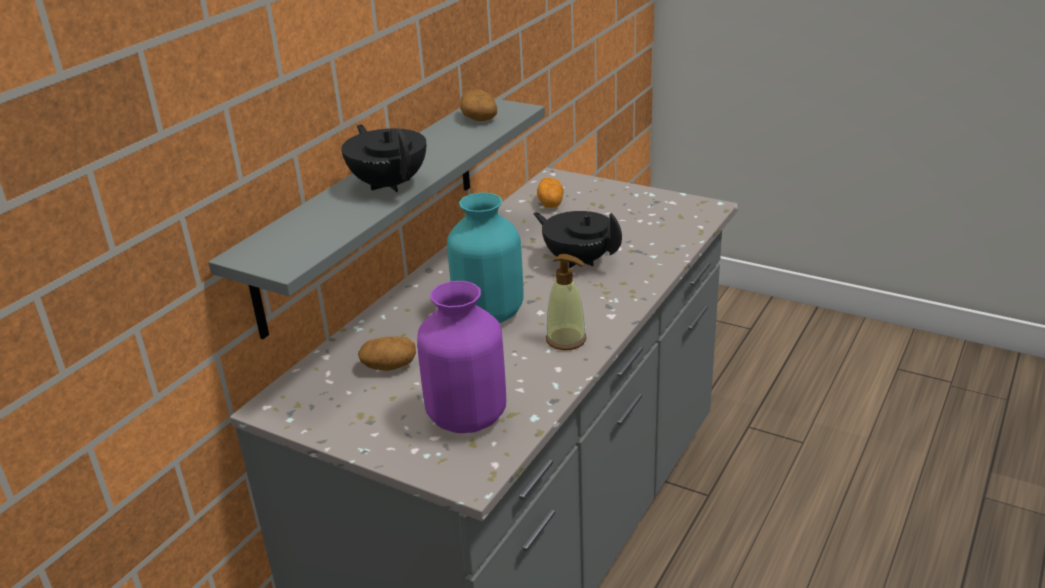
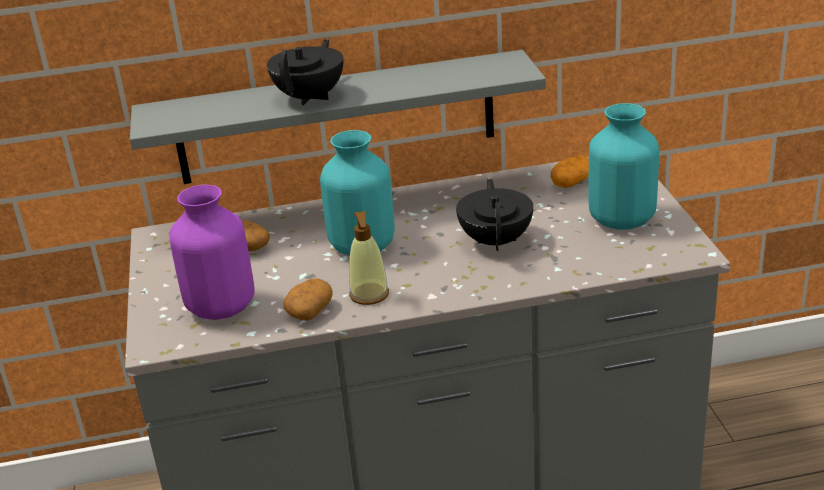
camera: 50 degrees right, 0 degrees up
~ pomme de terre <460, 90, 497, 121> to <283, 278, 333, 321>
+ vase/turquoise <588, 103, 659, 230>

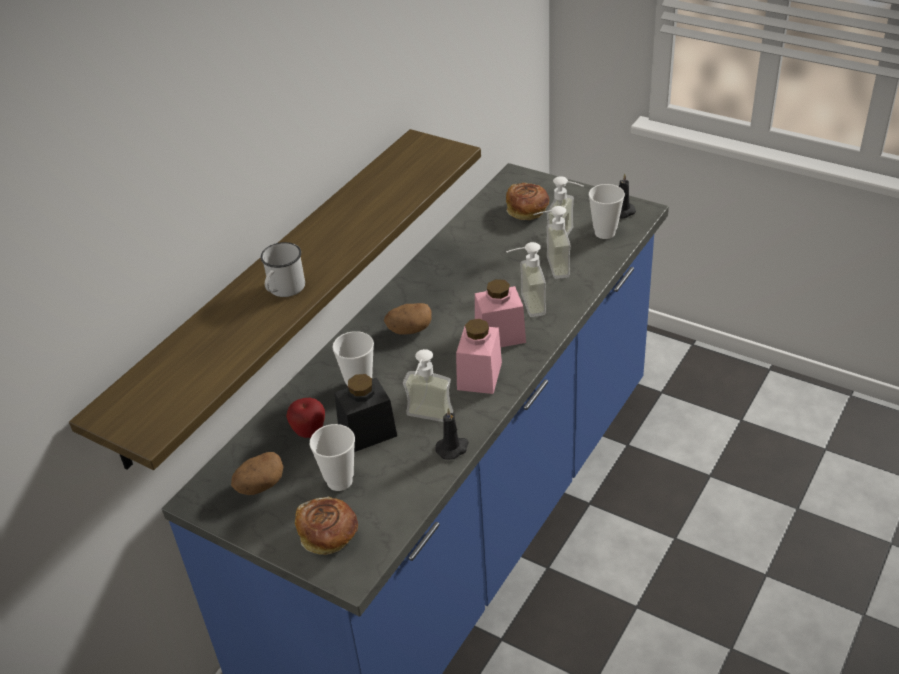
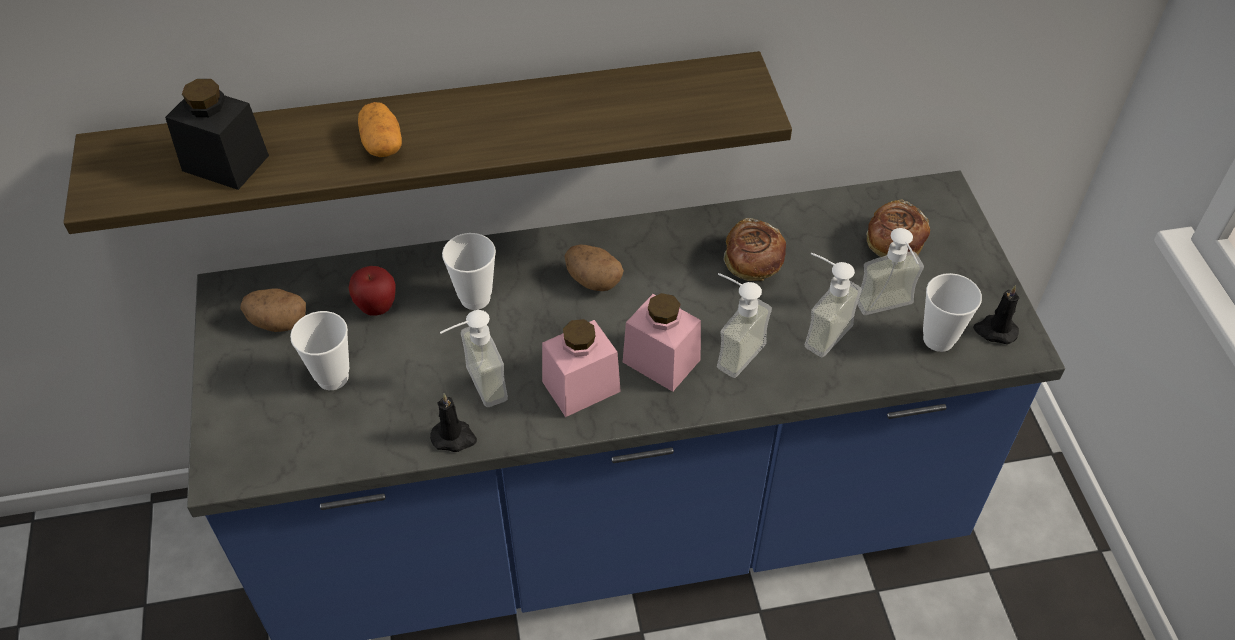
camera: 45 degrees right, 10 degrees up
~ mug/blanc <261, 242, 305, 297> to pomme de terre <358, 102, 402, 157>
~ bocal/noir <334, 374, 397, 452> to <165, 79, 269, 190>
~ pain <295, 497, 358, 555> to <723, 218, 786, 281>

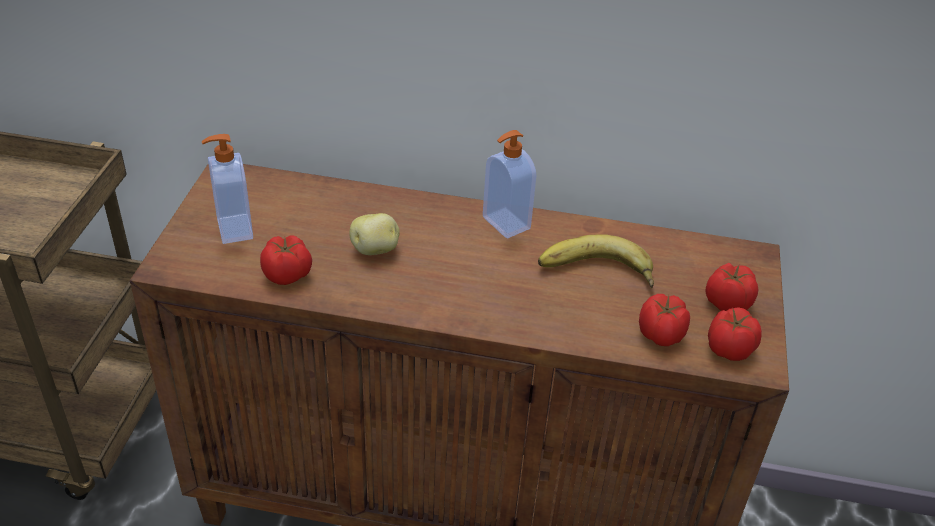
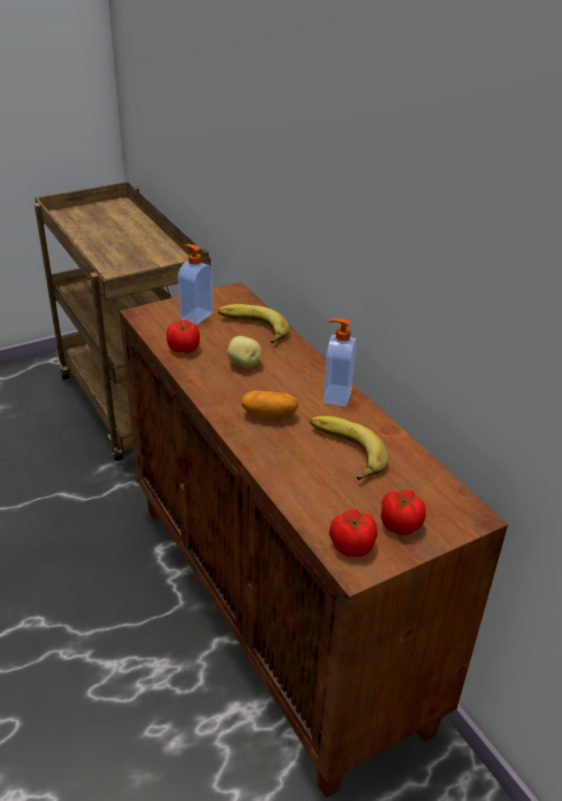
camera: 50 degrees right, 5 degrees down
- tomate <639, 294, 690, 346>
+ banane <218, 304, 289, 344>
+ pomme de terre <242, 391, 298, 419>

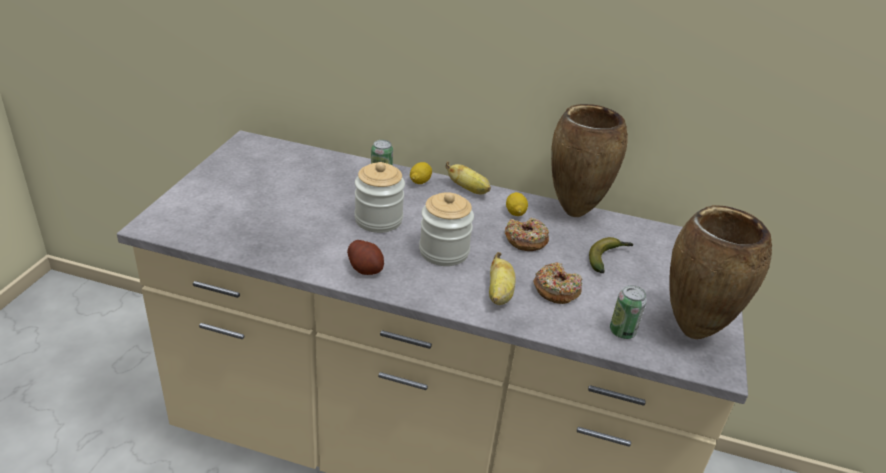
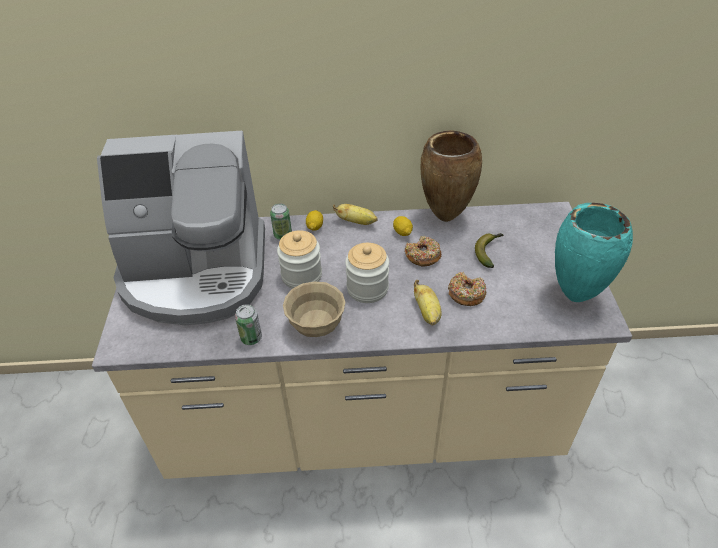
camera: 15 degrees left, 10 degrees up
~ vase/marron <669, 205, 772, 339> to vase/turquoise <555, 203, 633, 302>
~ pomme de terre <347, 240, 384, 275> to bol/beige <283, 282, 345, 337>
~ boîte métallique <610, 285, 647, 339> to <235, 304, 262, 345>
+ machine à café <97, 131, 265, 325>

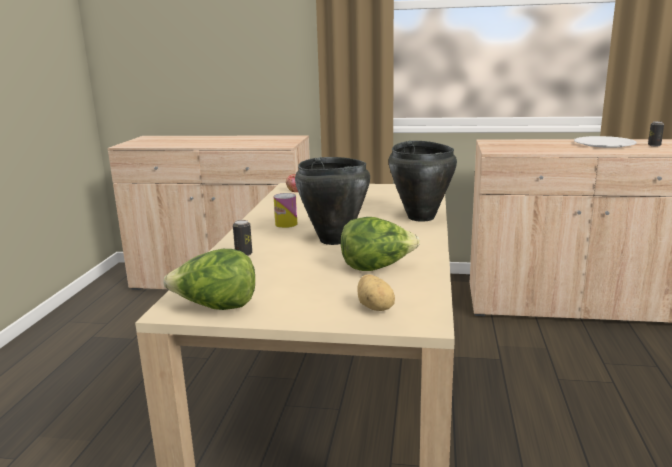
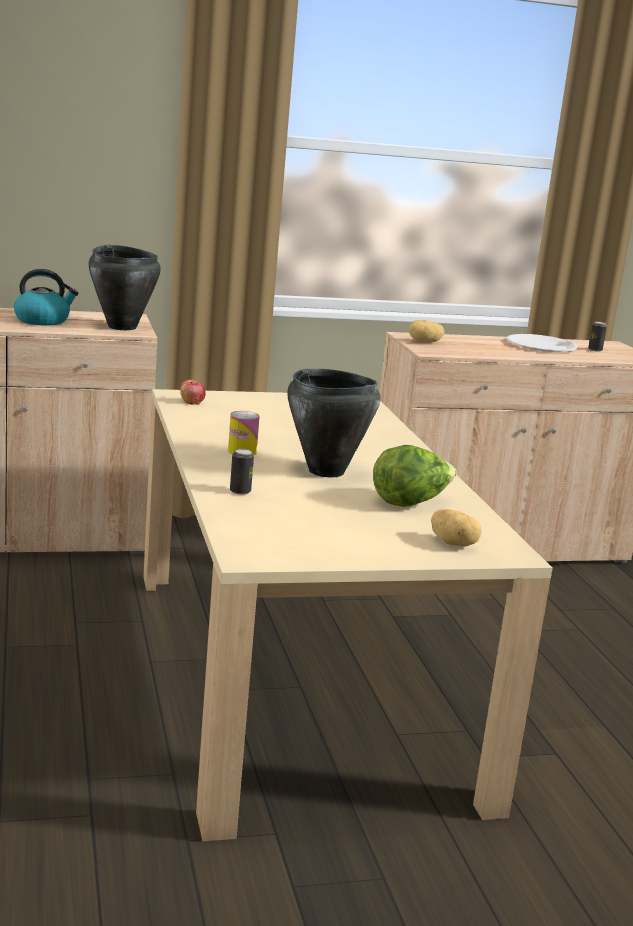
camera: 25 degrees left, 0 degrees up
~ marmite/noir <388, 141, 457, 222> to <88, 245, 161, 330>
- laitue <164, 249, 255, 310>
+ bouilloire <14, 269, 79, 325>
+ pomme de terre <409, 320, 445, 343>

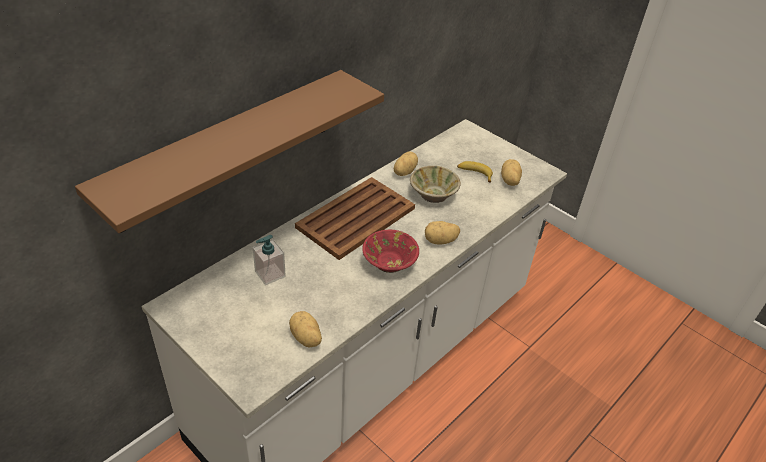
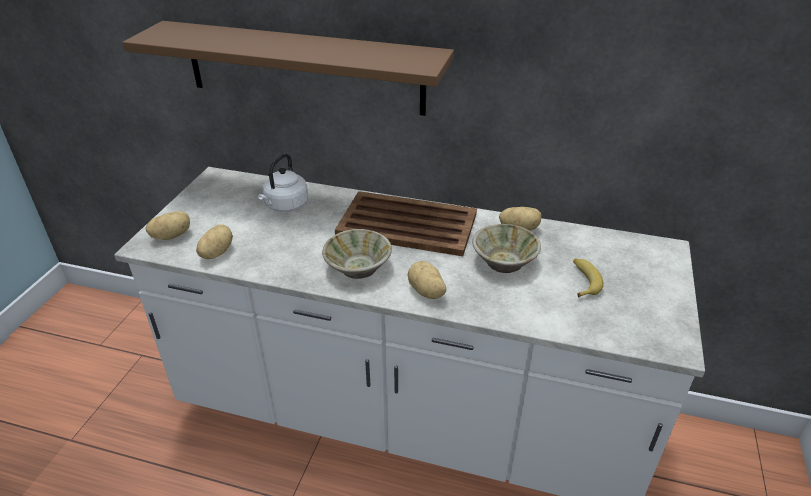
camera: 65 degrees right, 5 degrees down
~ pomme de terre <501, 159, 522, 186> to <146, 211, 190, 240>
~ bol/rouge <362, 230, 419, 273> to bol/beige <322, 229, 392, 279>
~ distributeur de savon <253, 235, 286, 285> to bouilloire/blanc <258, 153, 308, 212>

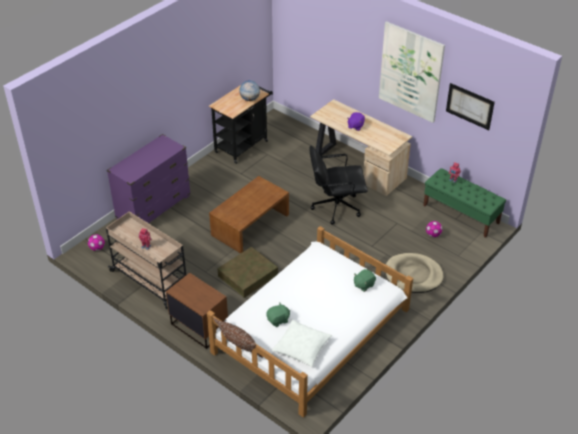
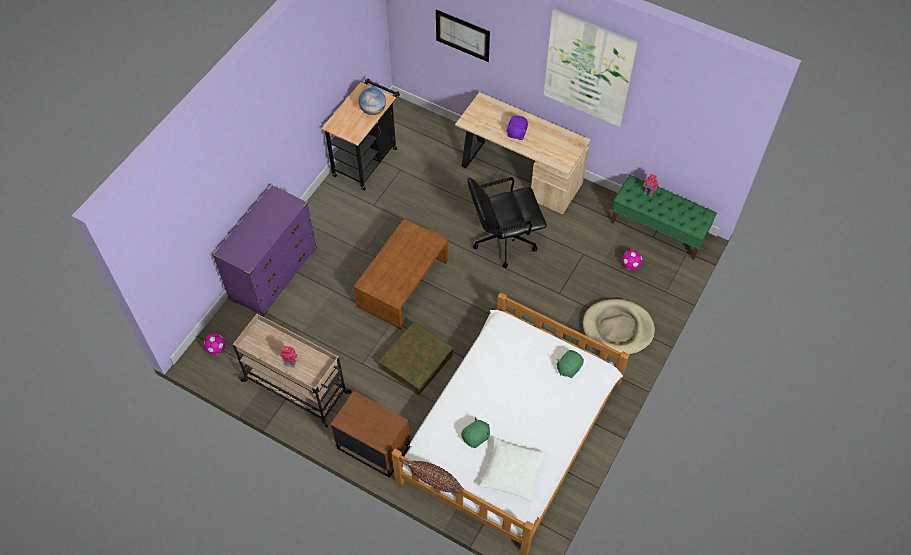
camera: 10 degrees left, 15 degrees up
~ tableau <446, 83, 495, 130> to <436, 10, 490, 62>

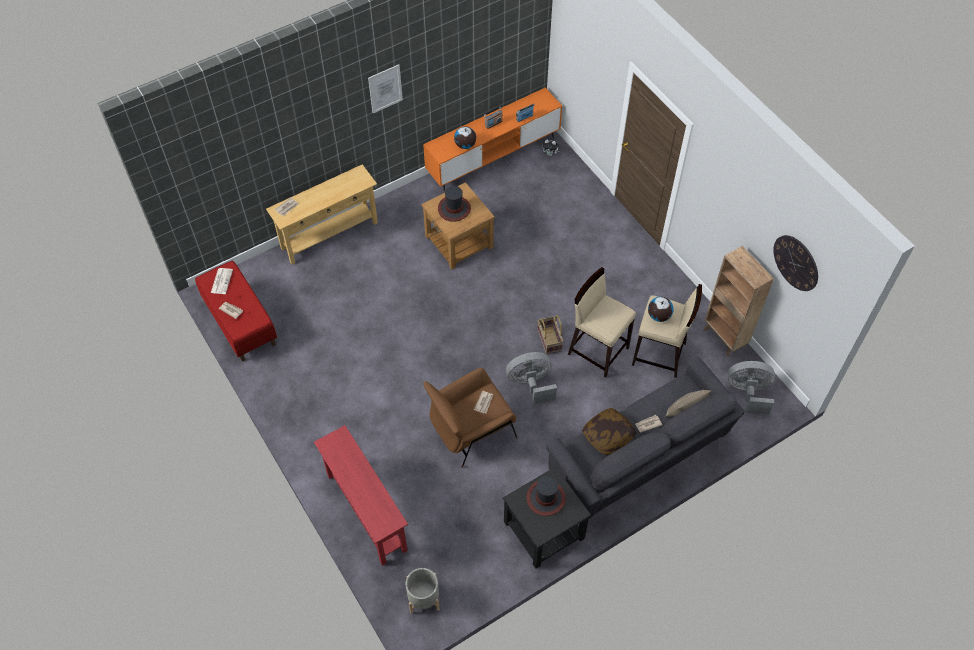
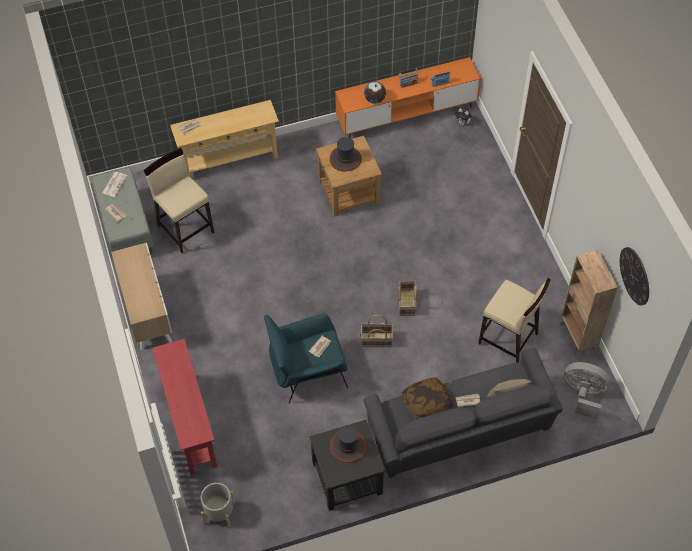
camera: 15 degrees right, 0 degrees up
- tableau <368, 64, 403, 113>
~ banc/rouge <195, 261, 277, 361> to banc/gris <92, 167, 153, 254>
~ tabouret/beige <568, 267, 636, 378> to <144, 148, 214, 253>
- globe <648, 297, 674, 322>
~ ventilateur/gris <506, 352, 557, 404> to panier <361, 315, 393, 347>
~ fauteuil/marron <423, 368, 517, 468> to fauteuil/bleu <264, 314, 348, 403>
+ meuble de rangement <111, 243, 172, 351>

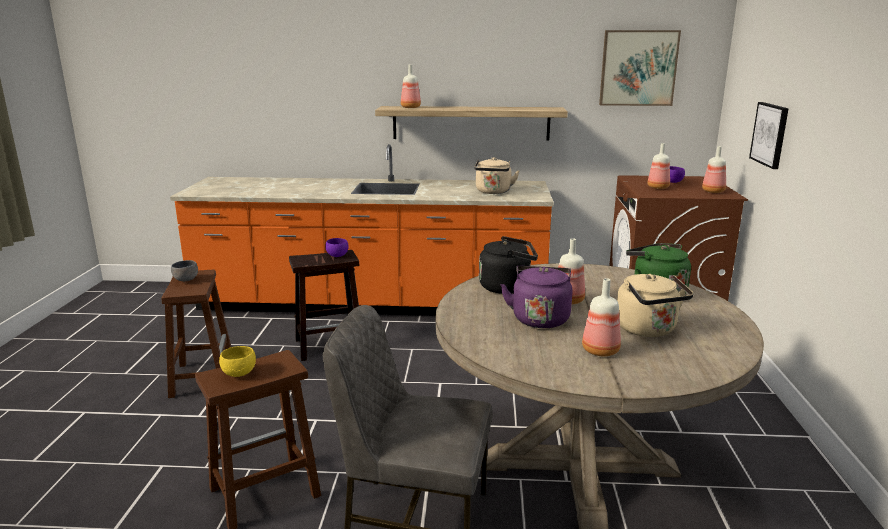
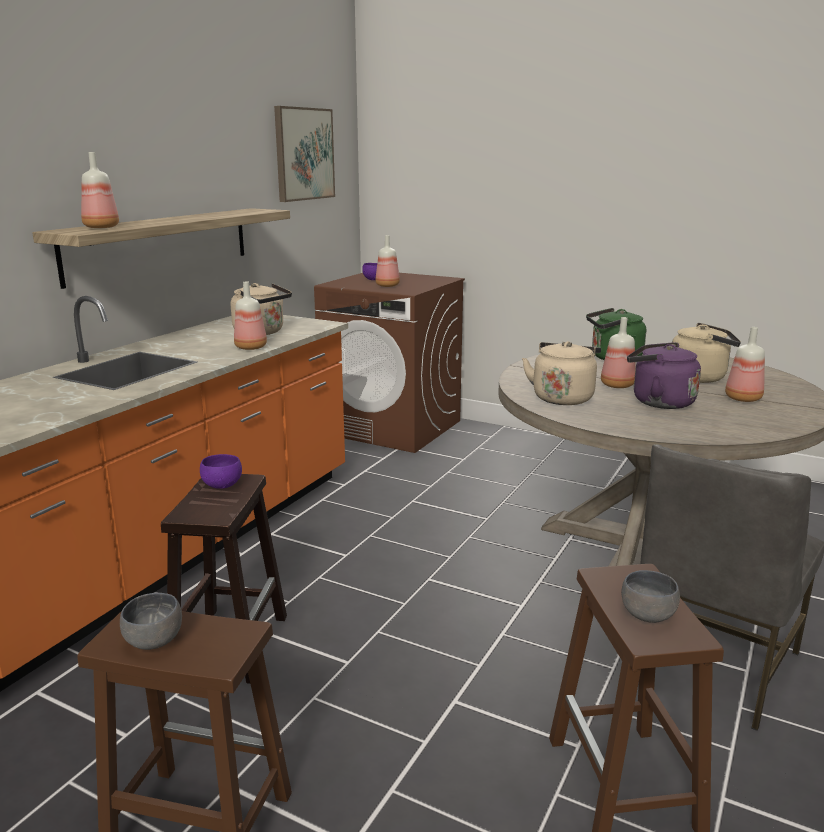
camera: 65 degrees left, 0 degrees up
- tableau <749, 102, 789, 169>
~ bouteille <702, 146, 726, 193> to <234, 281, 267, 350>
~ bouilloire/noir <479, 236, 538, 294> to bouilloire/beige <522, 341, 601, 405>
~ bol/jaune <219, 346, 256, 377> to bol/gris <621, 570, 680, 623>

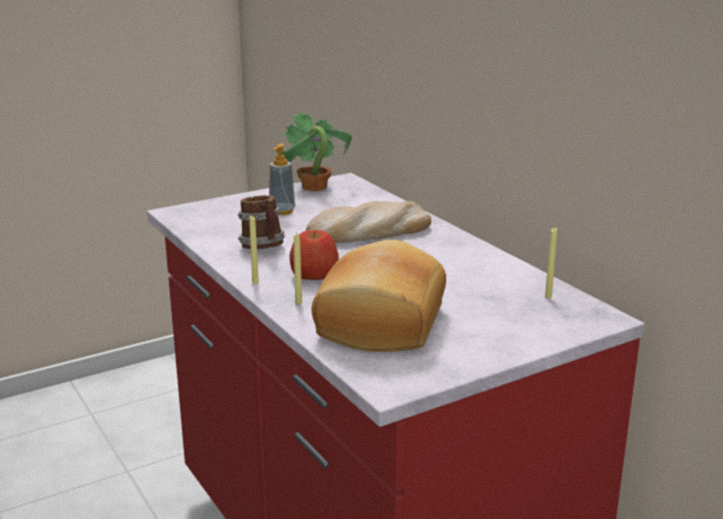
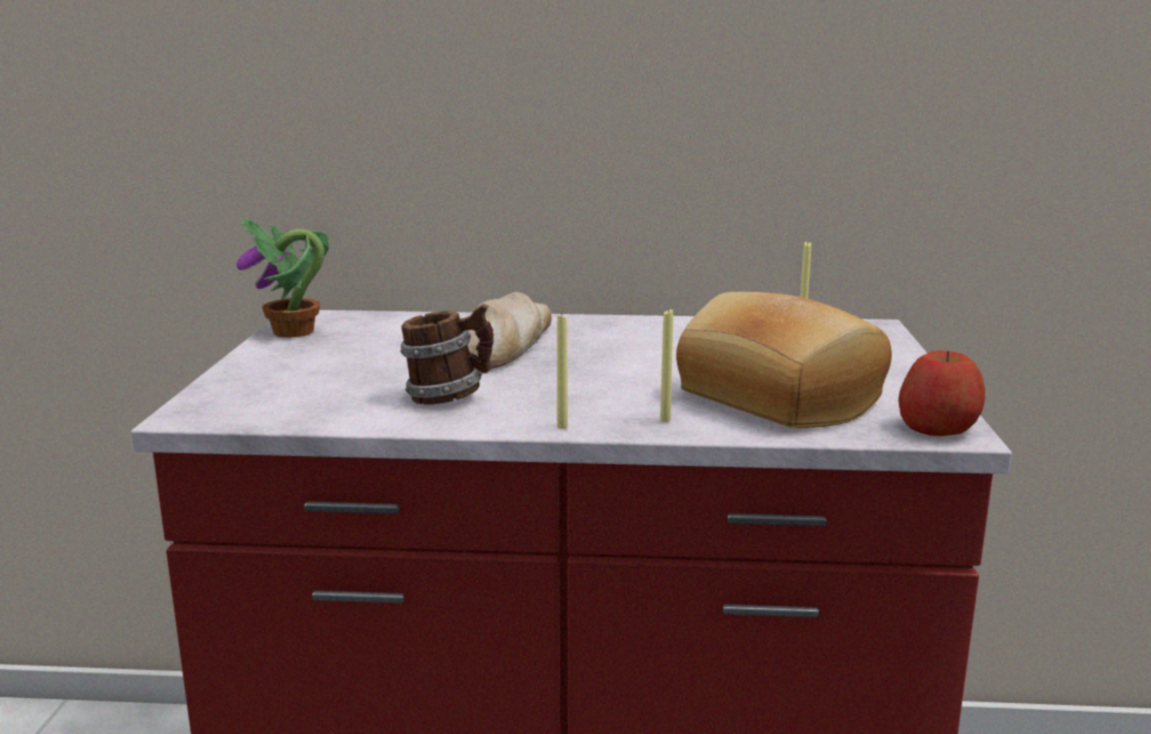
camera: 55 degrees left, 5 degrees down
- distributeur de savon <269, 143, 295, 215>
~ pomme <289, 230, 339, 280> to <898, 351, 985, 436>

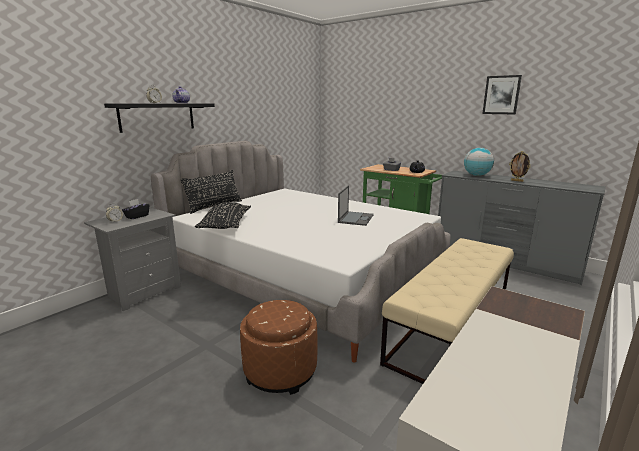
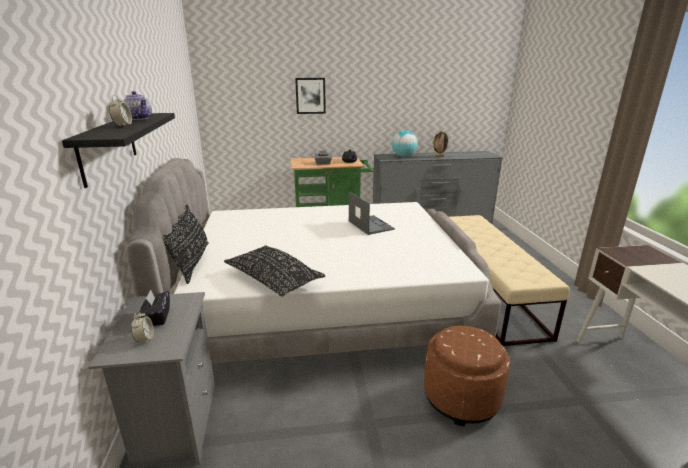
camera: 45 degrees left, 5 degrees up
~ tableau <482, 75, 522, 115> to <295, 78, 326, 114>

